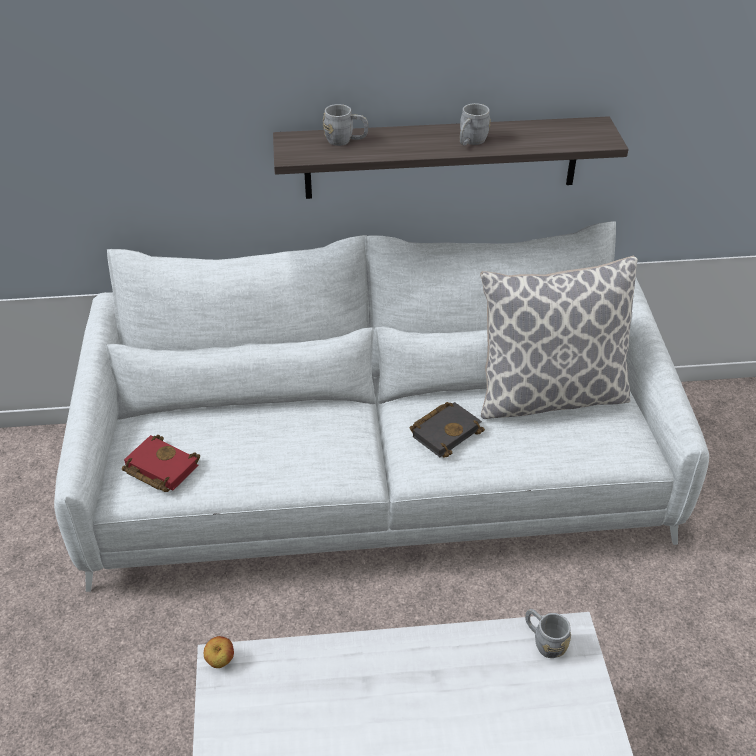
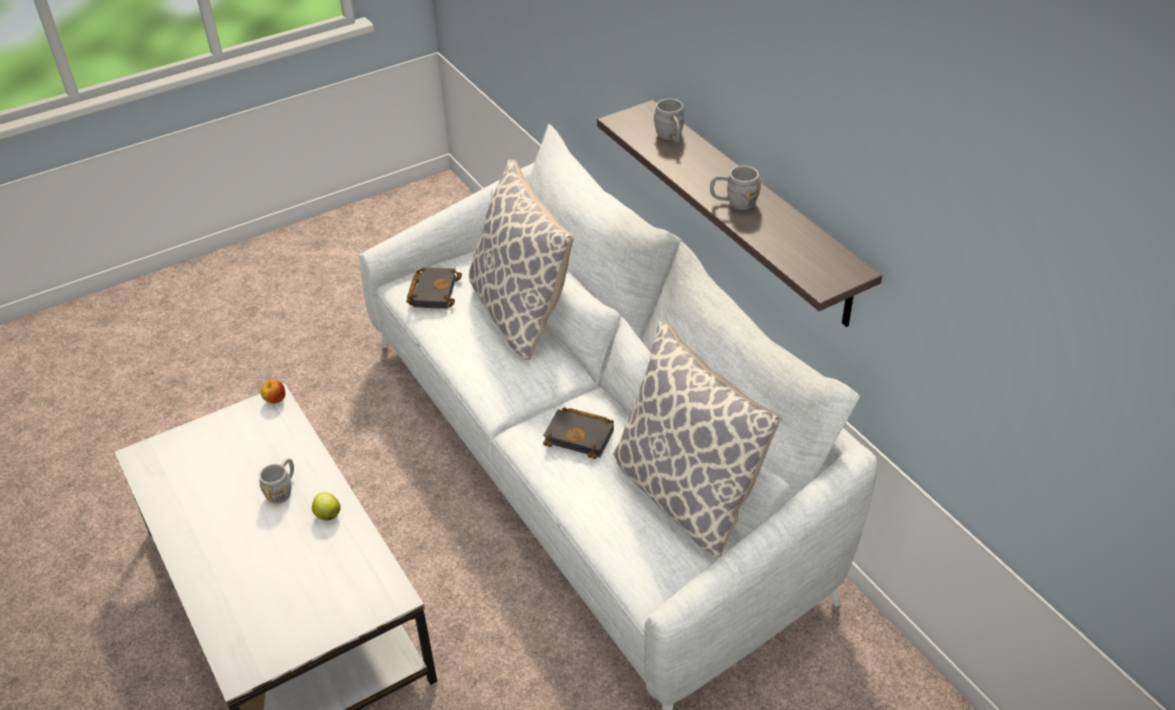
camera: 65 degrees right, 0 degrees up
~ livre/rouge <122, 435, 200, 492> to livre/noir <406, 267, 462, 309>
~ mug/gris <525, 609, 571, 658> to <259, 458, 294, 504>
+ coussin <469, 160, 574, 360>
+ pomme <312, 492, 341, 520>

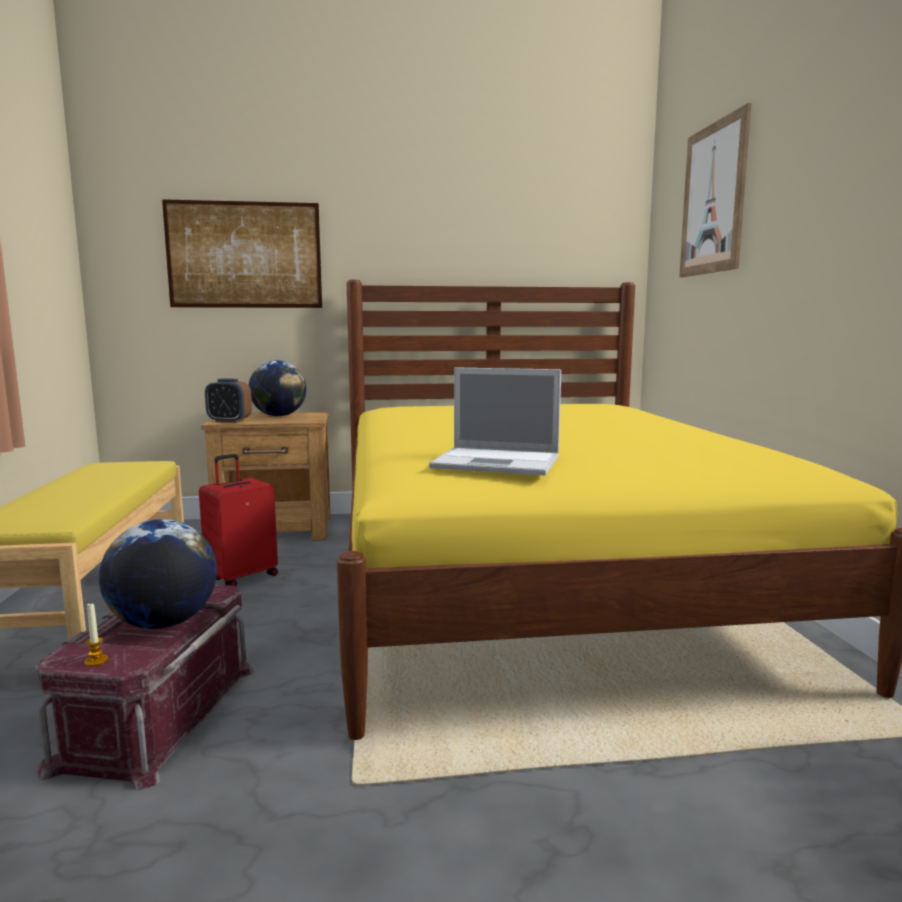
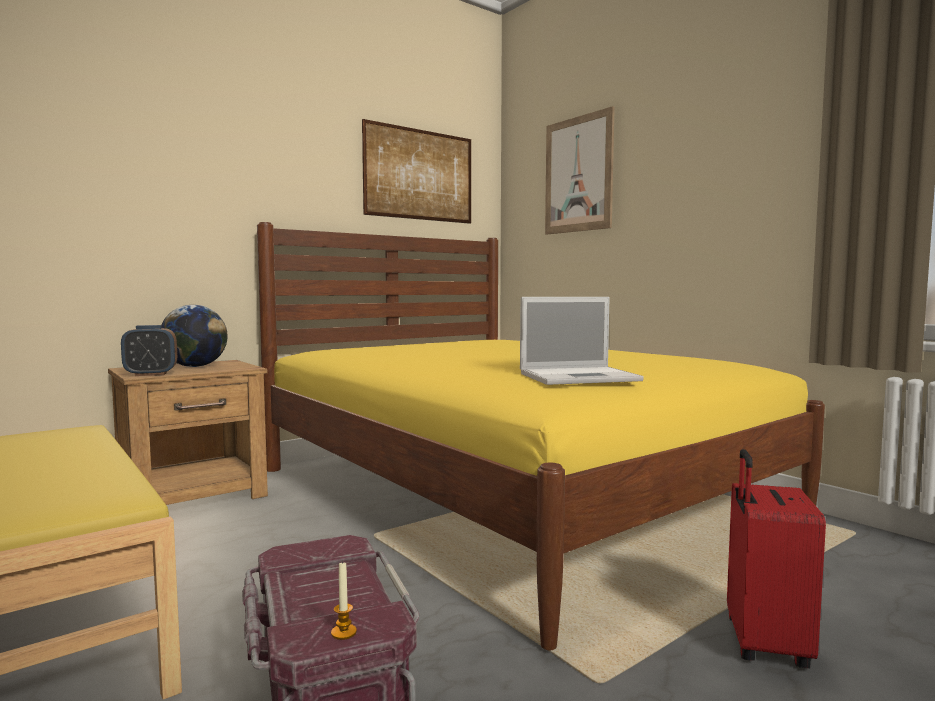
camera: 30 degrees left, 5 degrees down
~ tableau <162, 199, 322, 308> to <362, 119, 471, 224>
~ valise/rouge <199, 454, 278, 587> to <727, 449, 826, 668>
- globe <99, 519, 217, 629>

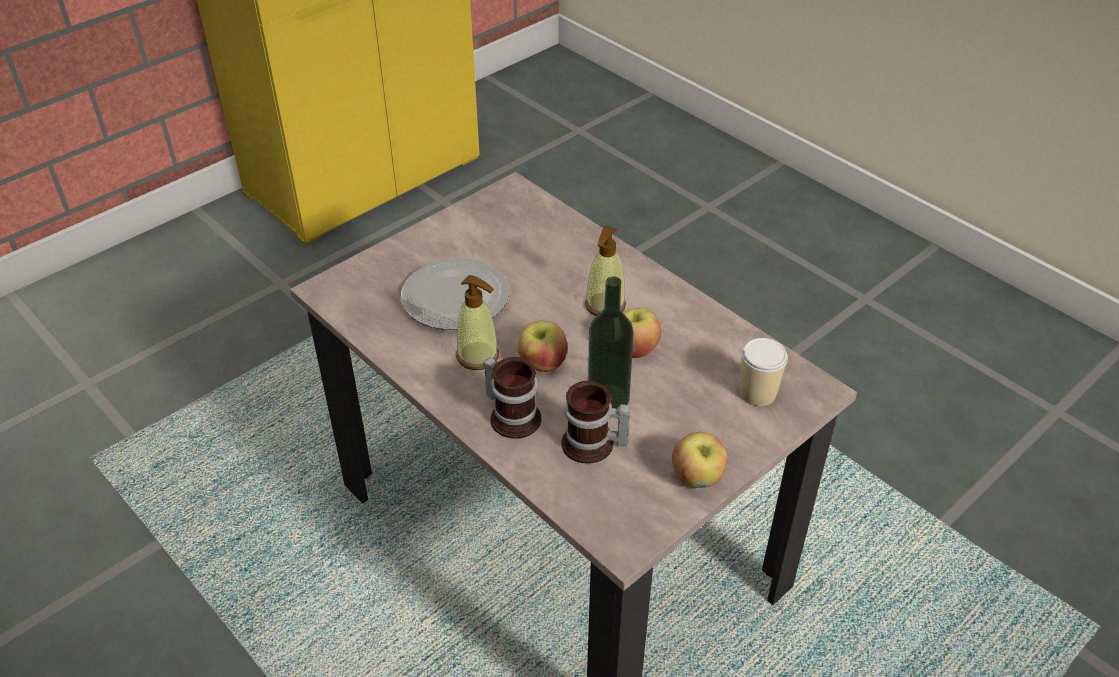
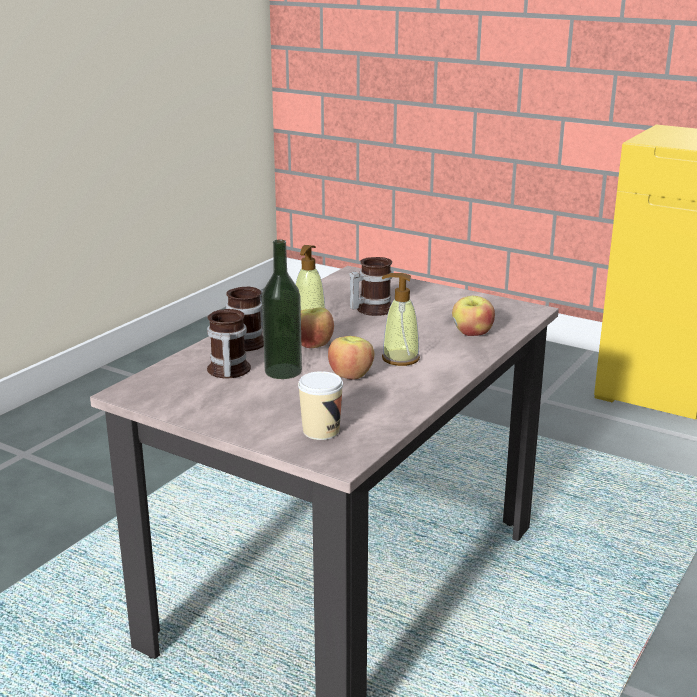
camera: 75 degrees right, 20 degrees down
~ assiette <401, 258, 509, 330> to mug <350, 257, 393, 316>
~ pomme <672, 432, 728, 488> to <452, 296, 495, 336>

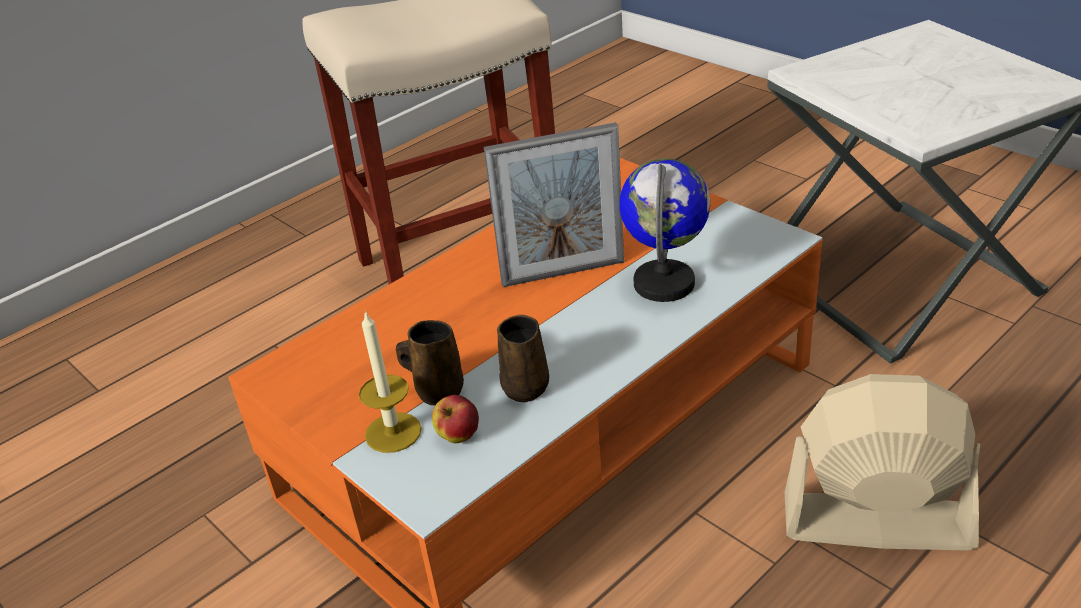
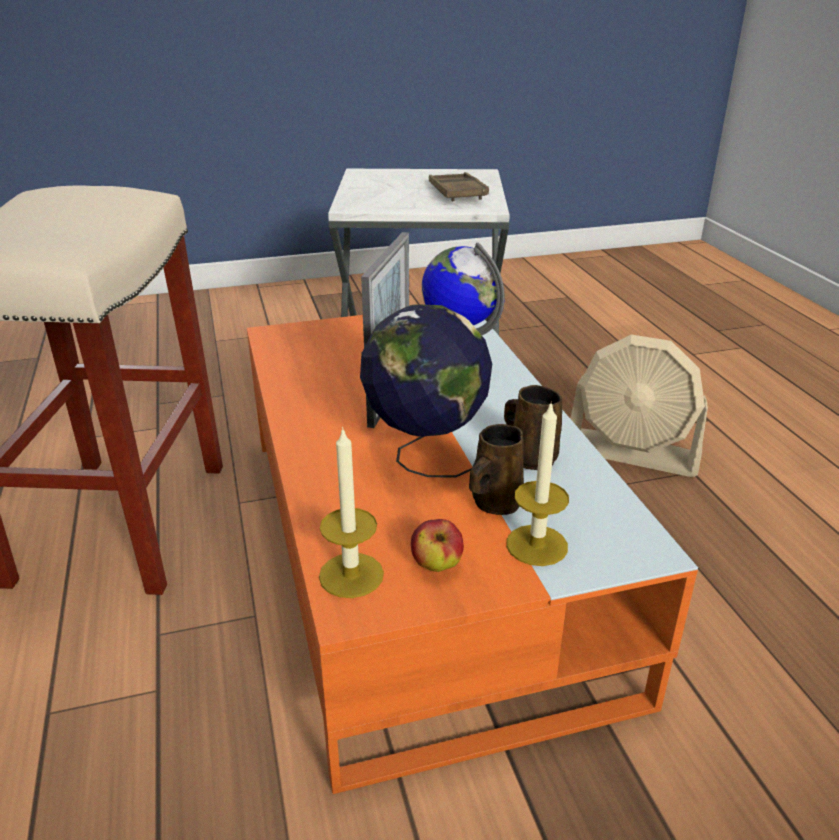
camera: 65 degrees left, 5 degrees down
~ ventilateur/beige <785, 374, 980, 551> = <570, 335, 708, 477> 105 degrees counterclockwise
~ pomme <432, 395, 479, 443> to <411, 519, 464, 572>
+ plateau/marron <429, 172, 489, 201>
+ globe <360, 304, 492, 477>
+ bougie <319, 427, 384, 598>

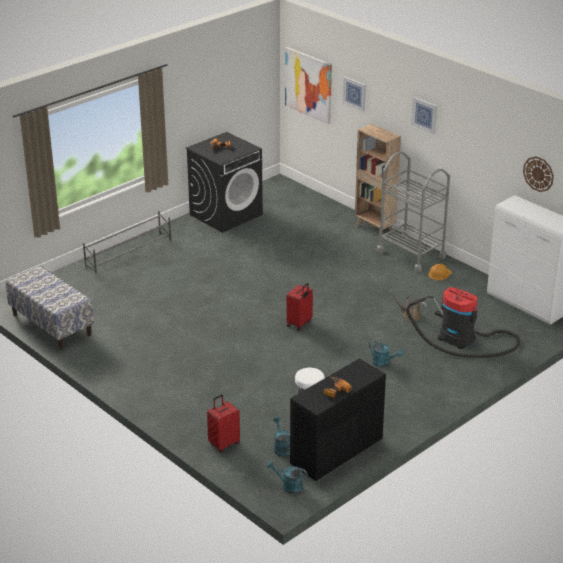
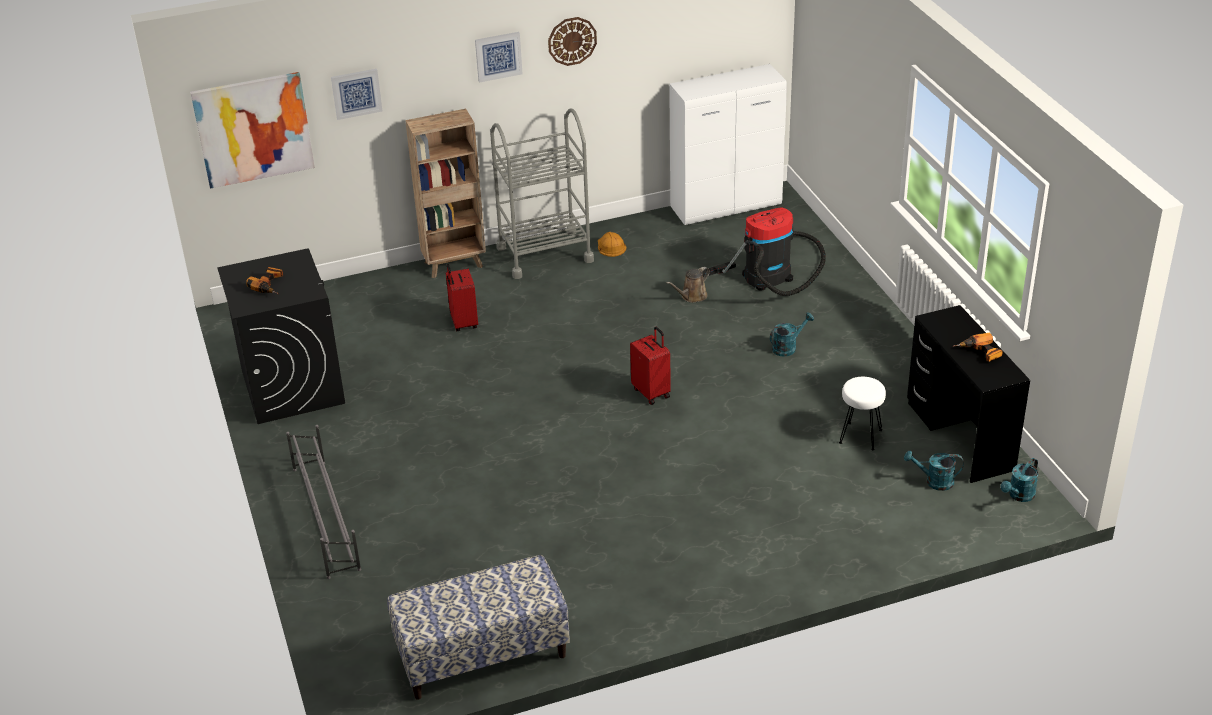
camera: 65 degrees left, 5 degrees up
~ horloge murale <523, 156, 554, 192> to <548, 17, 597, 66>
~ valise/rouge <207, 394, 240, 452> to <446, 264, 478, 331>

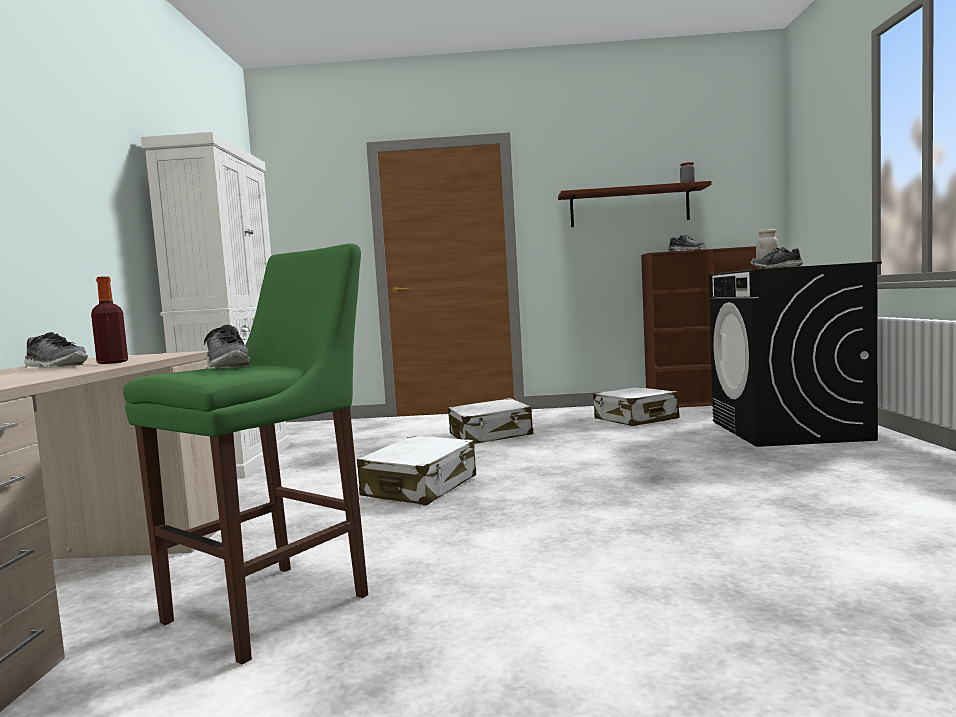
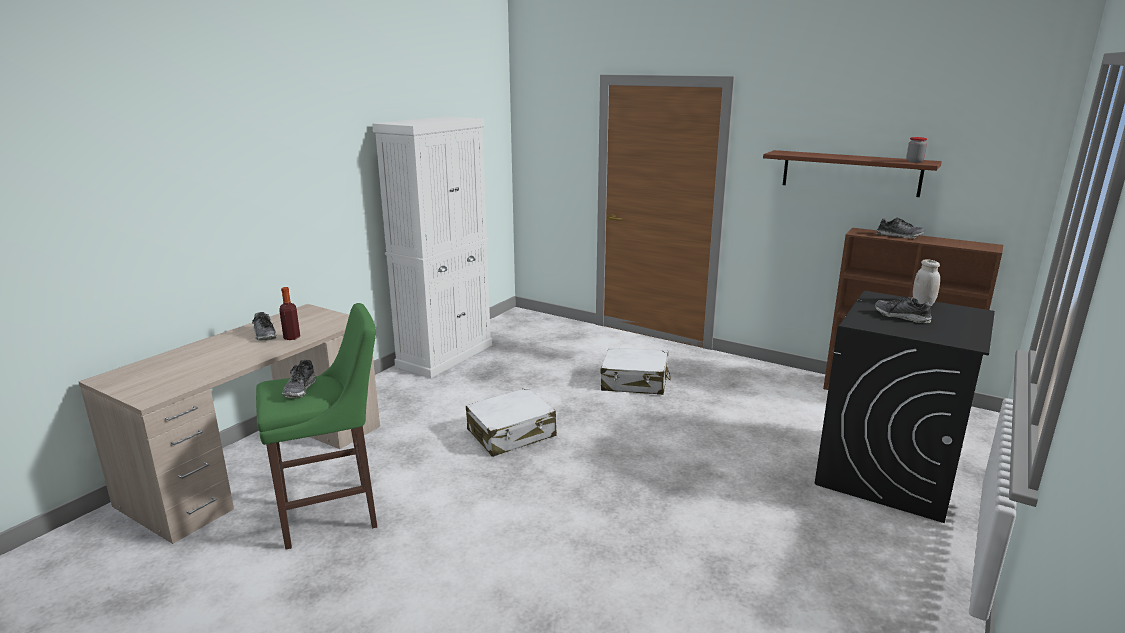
camera: 30 degrees right, 15 degrees up
- valise/blanc <593, 387, 680, 426>

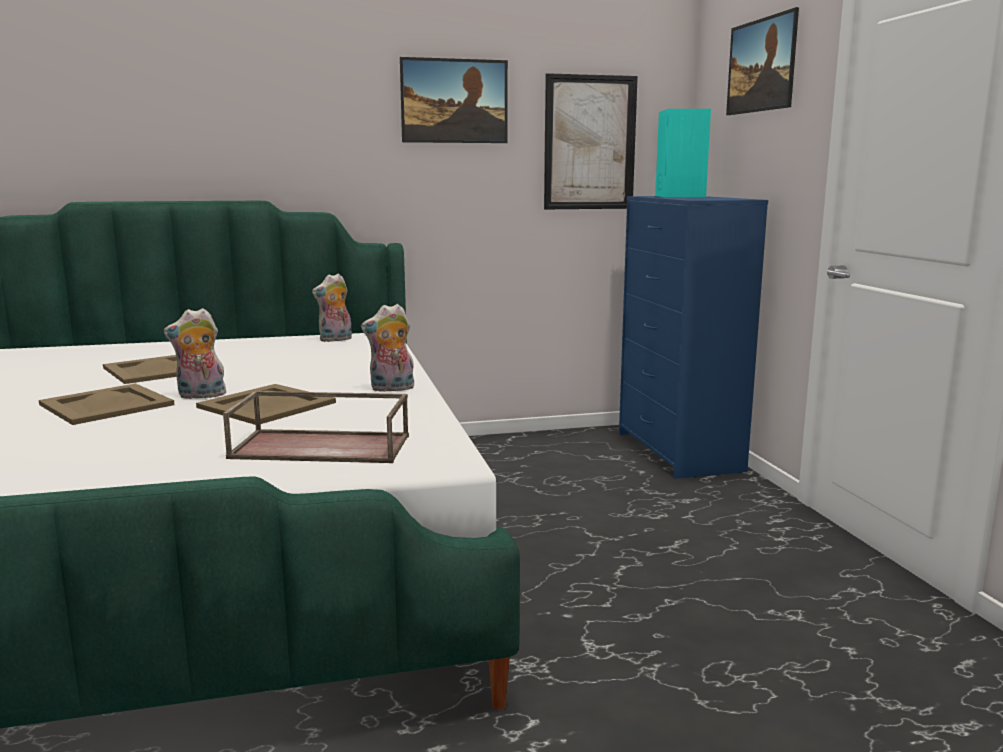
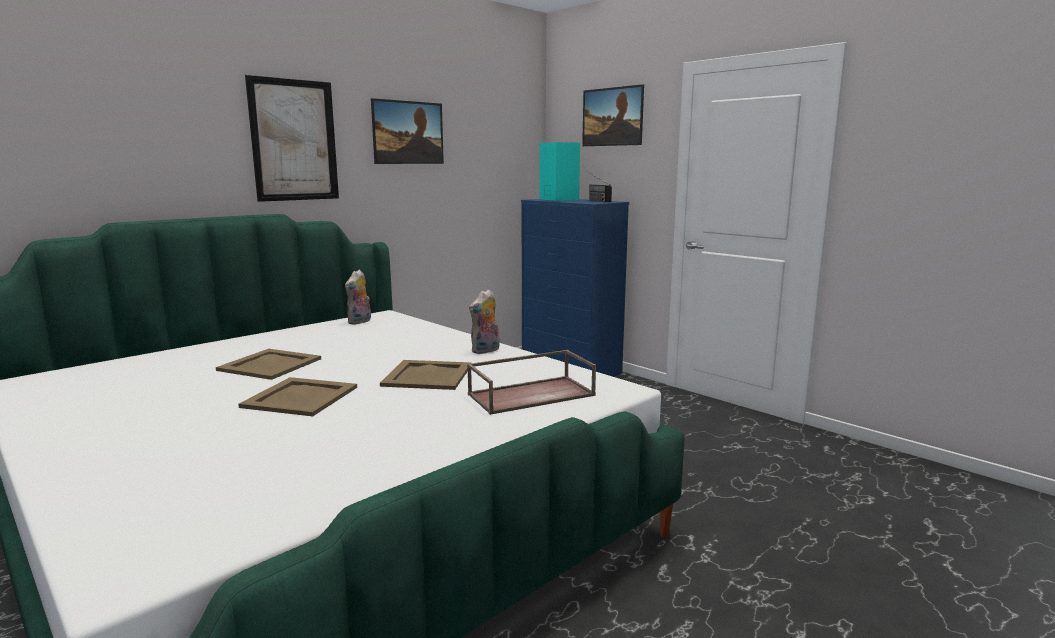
camera: 30 degrees left, 0 degrees up
~ tableau <544, 73, 638, 209> to <245, 75, 339, 202>
- peluche <164, 308, 226, 399>
+ radio <588, 172, 612, 202>

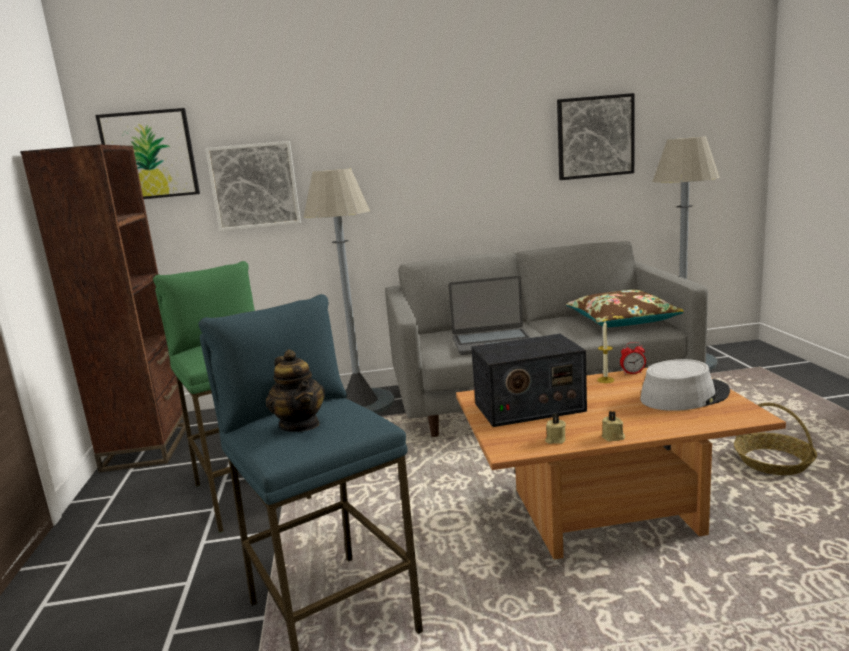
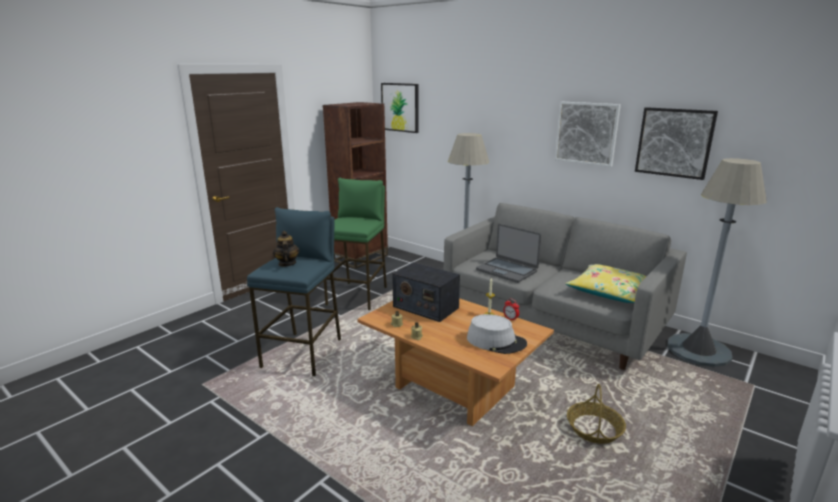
camera: 45 degrees right, 5 degrees up
~ tableau <205, 141, 301, 231> to <555, 102, 621, 167>
~ coussin/marron <566, 290, 683, 327> to coussin/jaune <565, 264, 647, 303>
~ théière <266, 350, 325, 432> = <273, 231, 300, 267> 150 degrees clockwise

